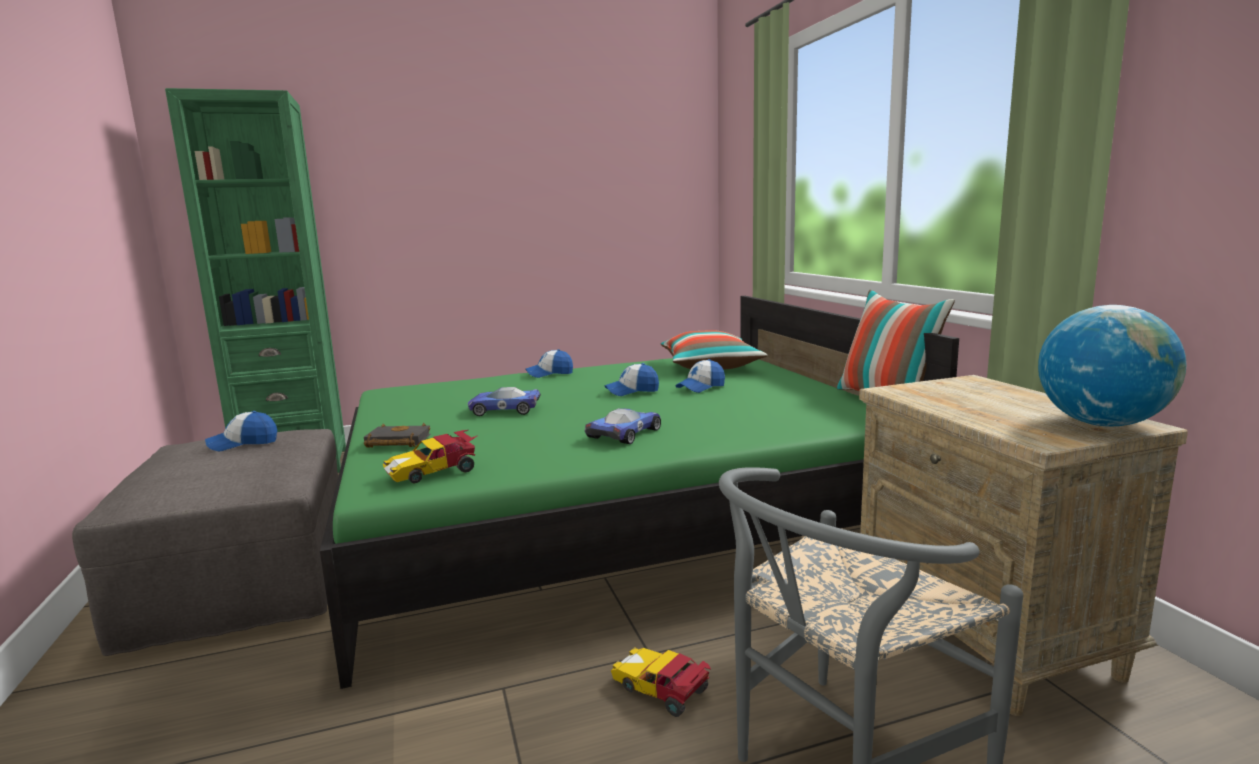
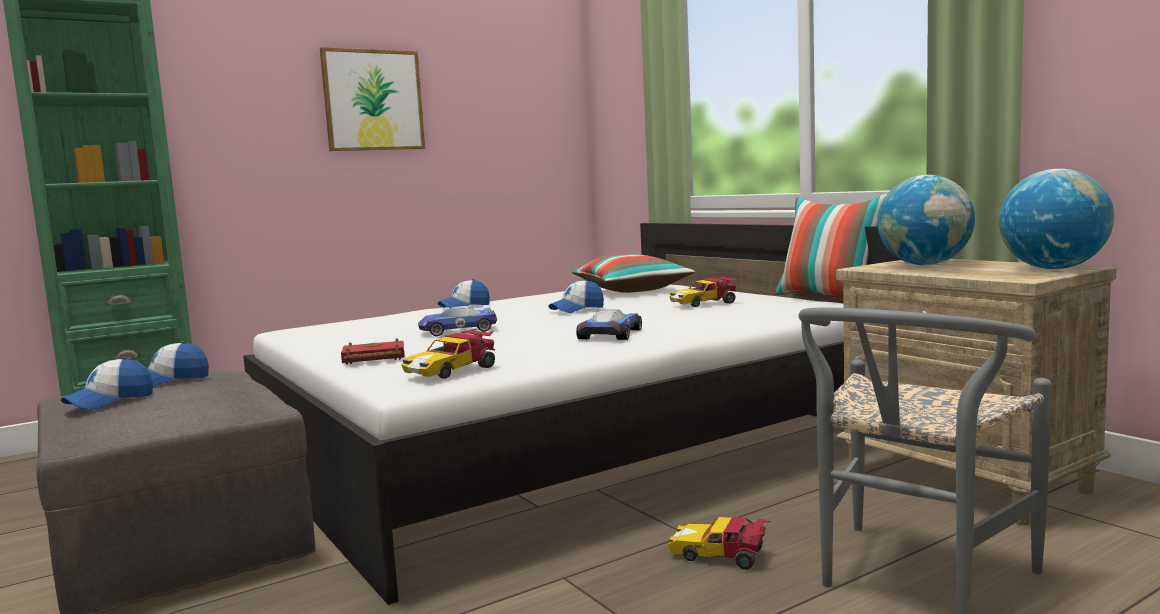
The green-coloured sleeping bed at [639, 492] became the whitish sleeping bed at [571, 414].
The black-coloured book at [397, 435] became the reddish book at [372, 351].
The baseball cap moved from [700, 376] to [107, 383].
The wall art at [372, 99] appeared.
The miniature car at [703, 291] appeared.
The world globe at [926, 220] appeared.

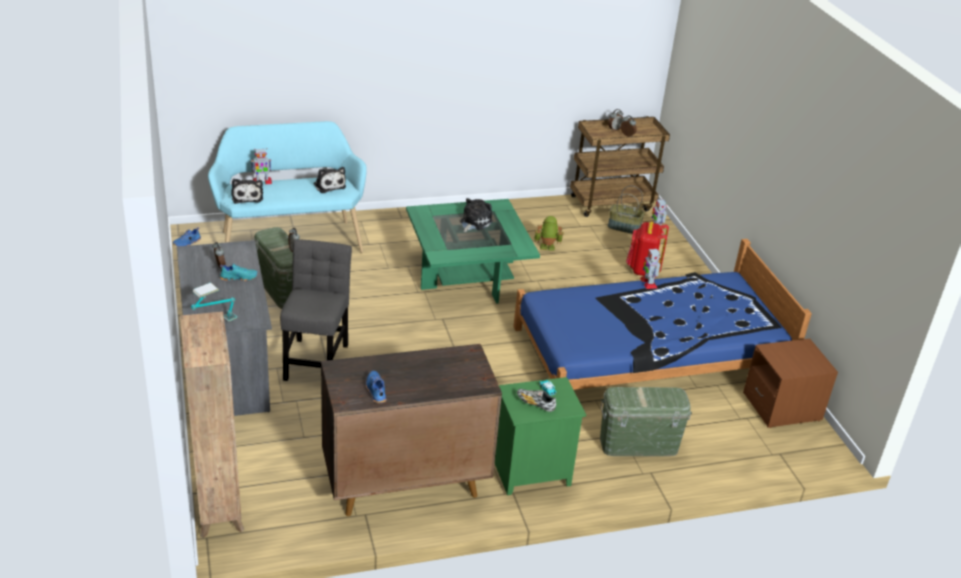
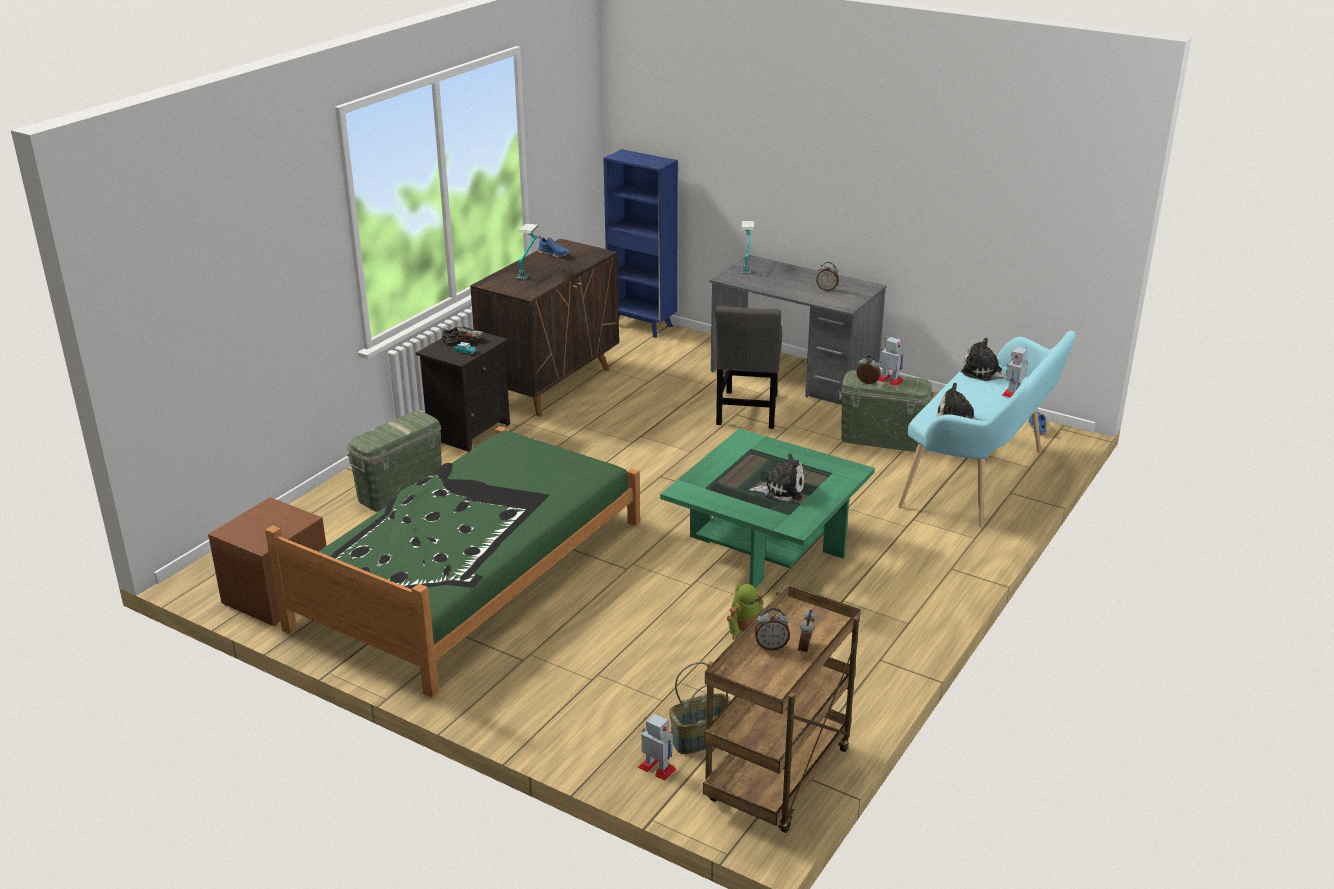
The brown-coloured shelving unit at [212, 425] became the blue-coloured shelving unit at [640, 243].
The turquoise-coloured item of footwear at [239, 272] disappeared.
The gray upright chair at [316, 310] turned 45 degrees clockwise.
The plush toy at [476, 215] turned 75 degrees counterclockwise.
The green-coloured night table at [540, 436] became the black-coloured night table at [463, 389].
The blue-coloured sleeping bed at [662, 314] became the green-coloured sleeping bed at [452, 562].
The reddish knapsack at [647, 249] disappeared.
The model robot moved from [650, 268] to [890, 361].
The lamp for a table at [527, 251] appeared.

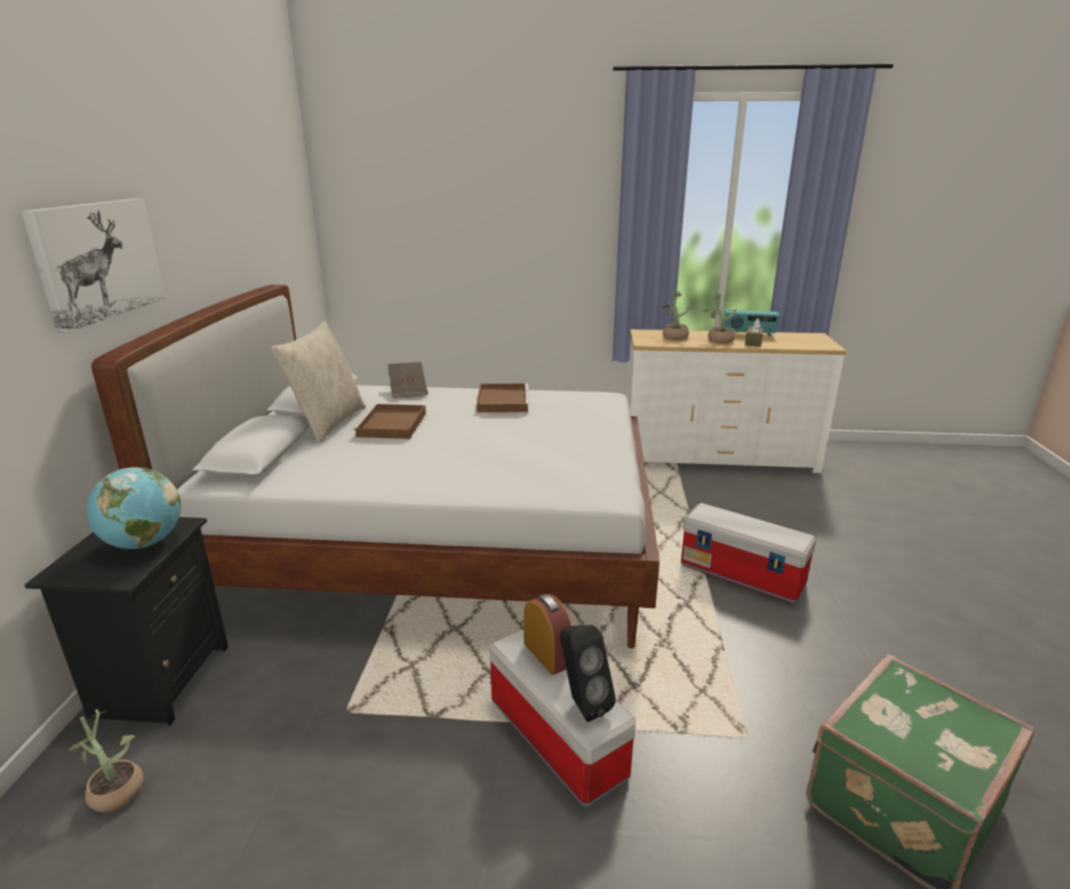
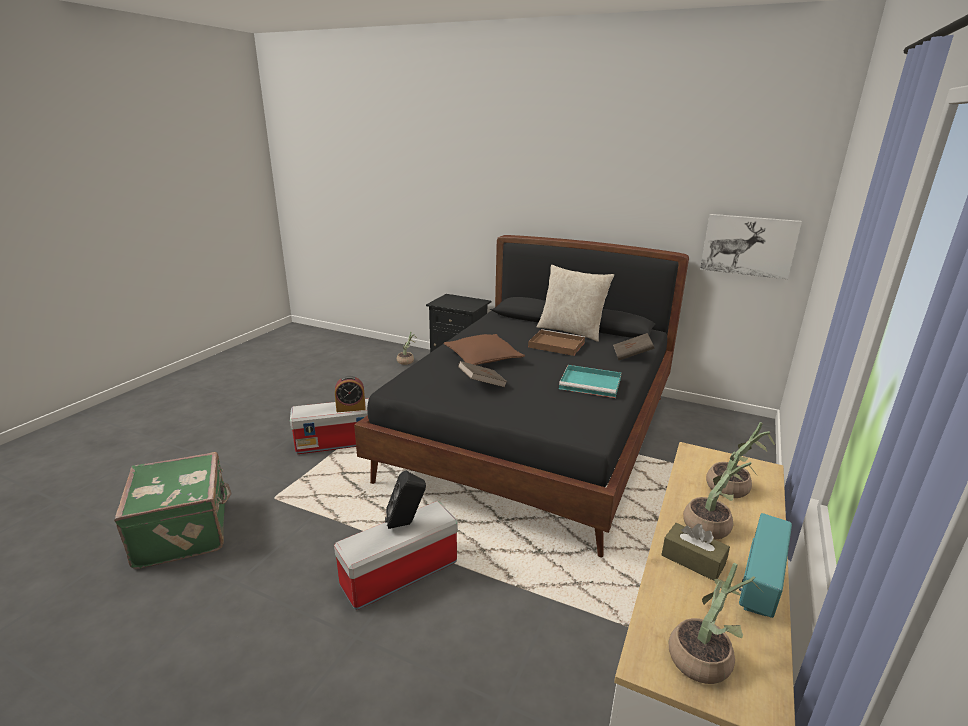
The wall art moved from [93, 265] to [751, 246].
The world globe at [133, 508] disappeared.
The whitish sleeping bed at [376, 466] became the black-coloured sleeping bed at [521, 396].
The brown-coloured carrying tray at [503, 398] became the turquoise-coloured carrying tray at [590, 381].
The black-coloured speaker moved from [588, 673] to [405, 500].
The brown-coloured pillow at [484, 349] appeared.
The brown-coloured book at [482, 374] appeared.
The houseplant at [717, 623] appeared.

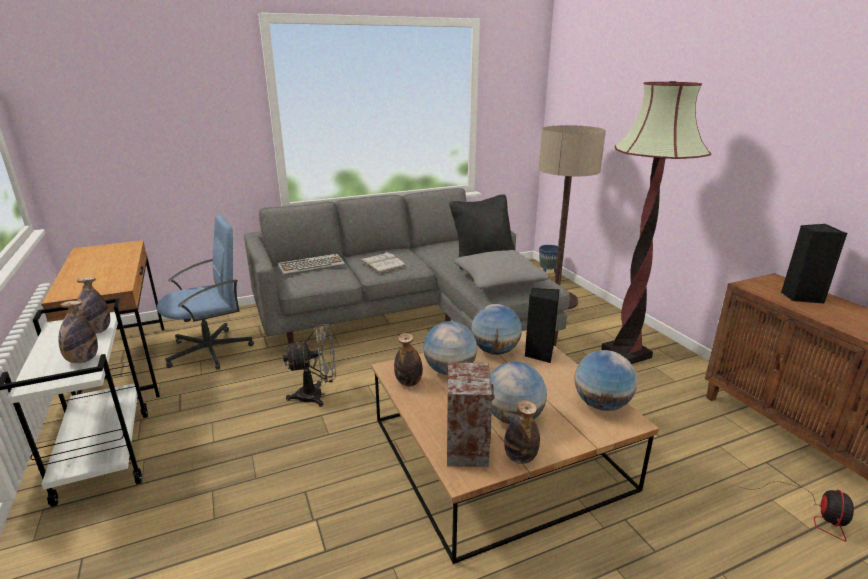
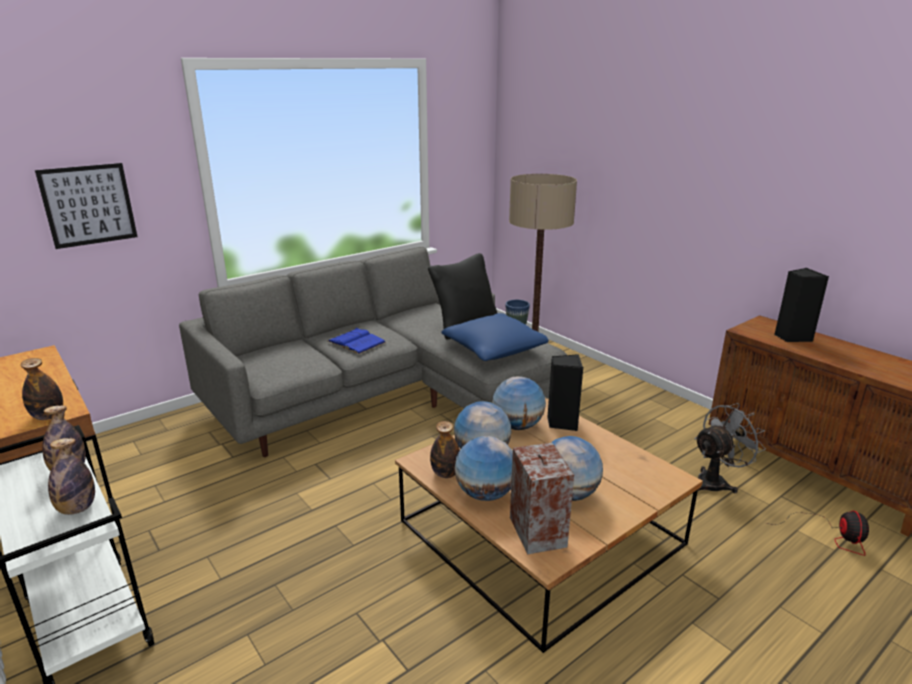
The blue-coloured office chair at [205, 292] disappeared.
The computer keyboard at [311, 265] disappeared.
The gray electric fan moved from [309, 365] to [730, 448].
The whitish book at [382, 262] became the blue-coloured book at [357, 340].
The gray pillow at [501, 269] became the blue-coloured pillow at [495, 337].
The drink bottle moved from [522, 432] to [42, 389].
The world globe moved from [605, 380] to [483, 468].
The standing lamp at [656, 222] disappeared.
The wall art at [86, 206] appeared.

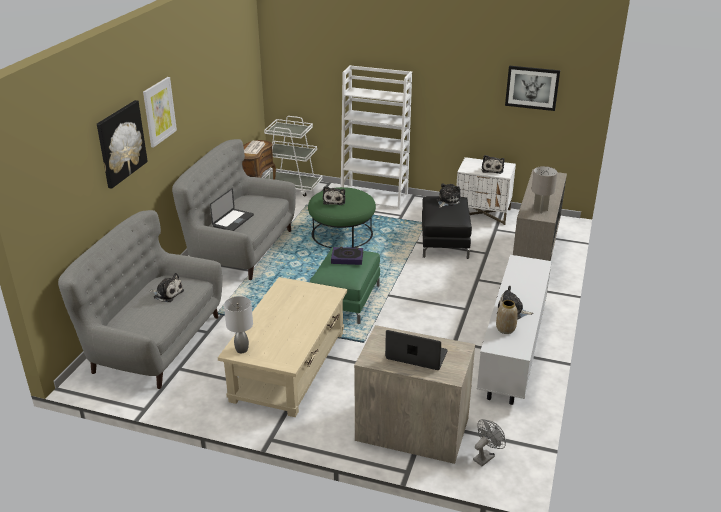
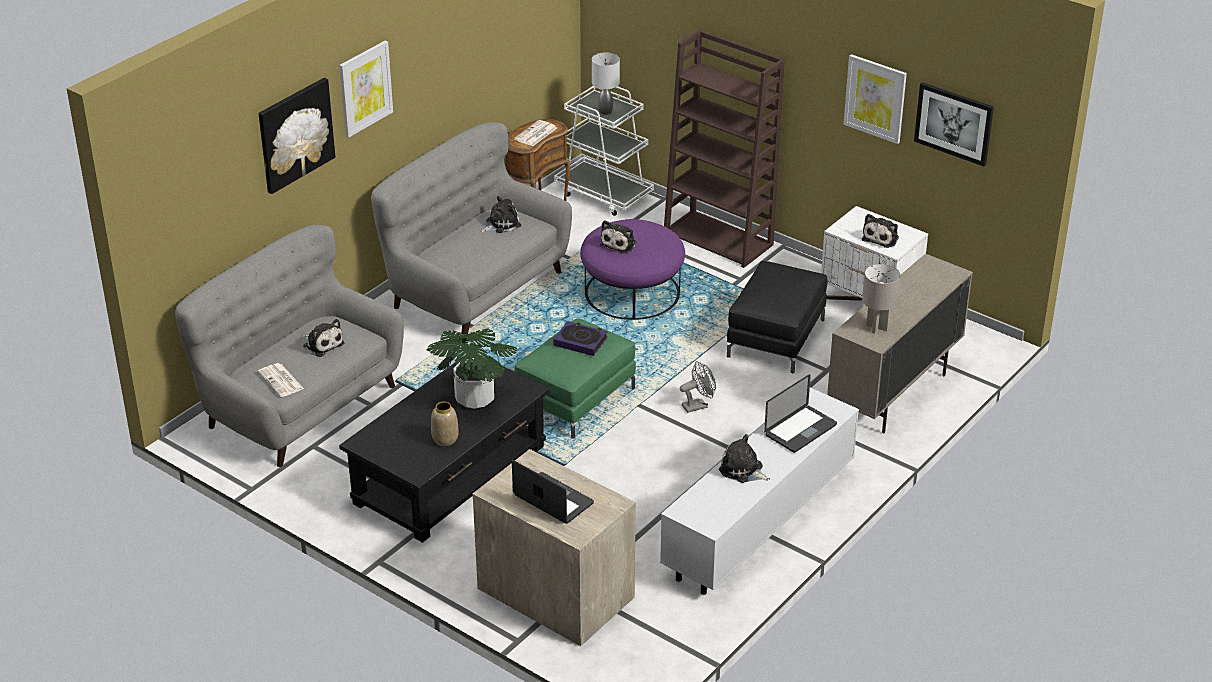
The laptop moved from [232, 209] to [800, 413].
The sand-coloured coffee table at [282, 347] became the black-coloured coffee table at [444, 448].
The gray lamp for a table moved from [238, 324] to [606, 83].
The green-coloured ottoman at [342, 217] became the purple-coloured ottoman at [632, 269].
The whitish shelving unit at [376, 137] became the brown-coloured shelving unit at [724, 149].
The plush toy moved from [449, 195] to [501, 214].
The gray electric fan moved from [489, 442] to [698, 387].
The flower vase moved from [507, 317] to [444, 424].
The printed paper at [281, 380] appeared.
The houseplant at [472, 368] appeared.
The wall art at [875, 99] appeared.

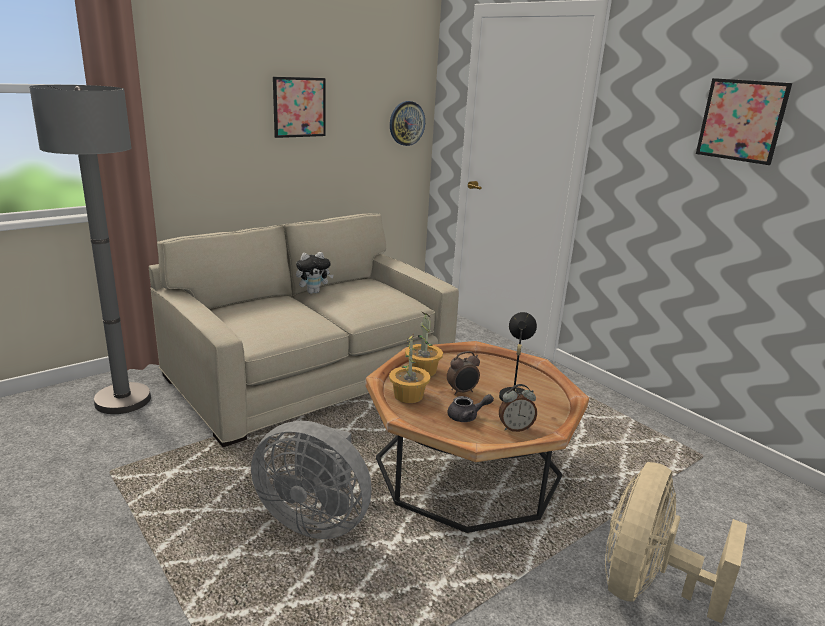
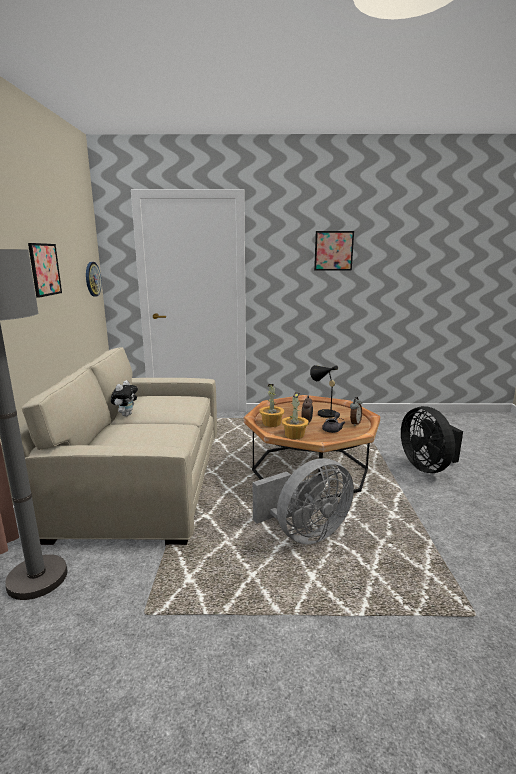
The sand-coloured electric fan at [676, 542] became the black-coloured electric fan at [432, 439].

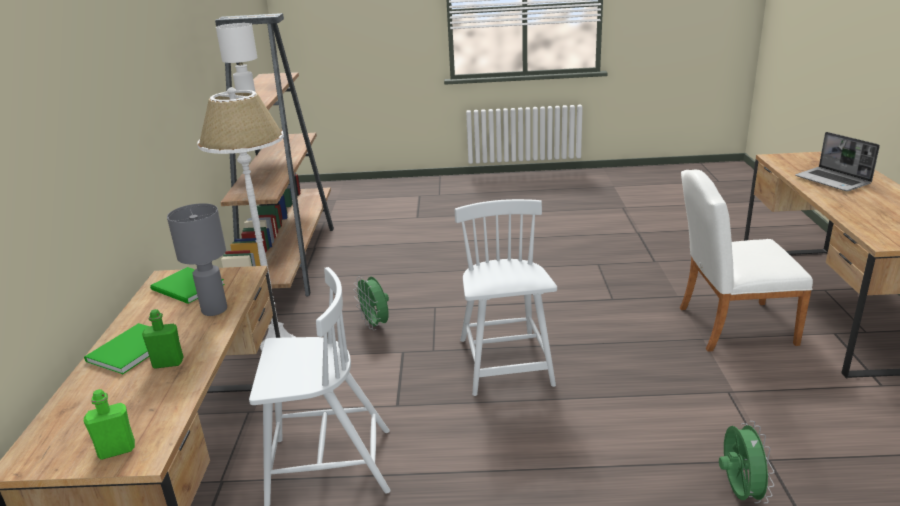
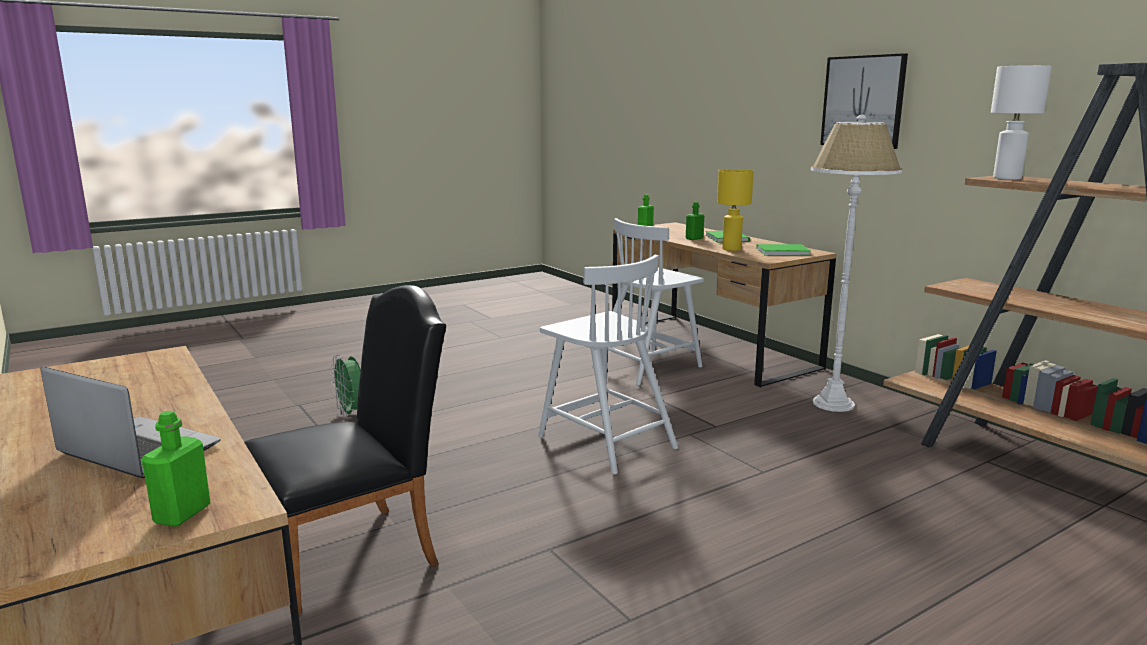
The gray lamp for a table at [197, 259] became the yellow-coloured lamp for a table at [735, 210].
The green-coloured electric fan at [371, 303] disappeared.
The whitish upright chair at [746, 261] became the black-coloured upright chair at [345, 450].
The green-coloured drink bottle at [176, 469] appeared.
The wall art at [864, 101] appeared.

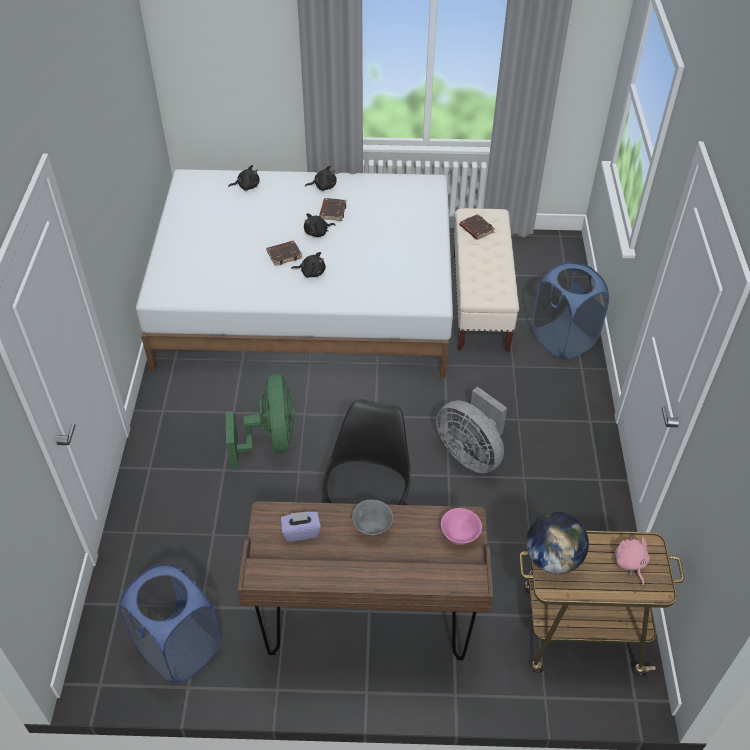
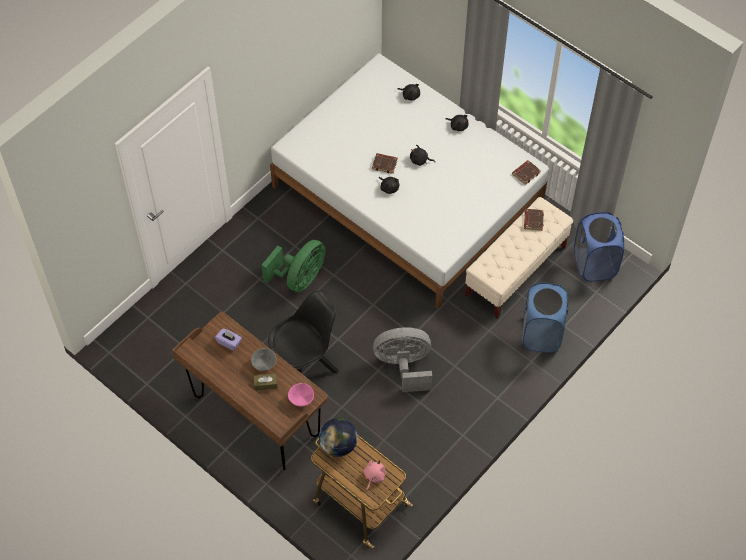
The blue-coloured hamper moved from [169, 624] to [599, 247].
The brown-coloured book moved from [333, 209] to [526, 172].
The gray electric fan at [471, 430] turned 90 degrees clockwise.
The brown-coloured box of tissues at [266, 382] appeared.

